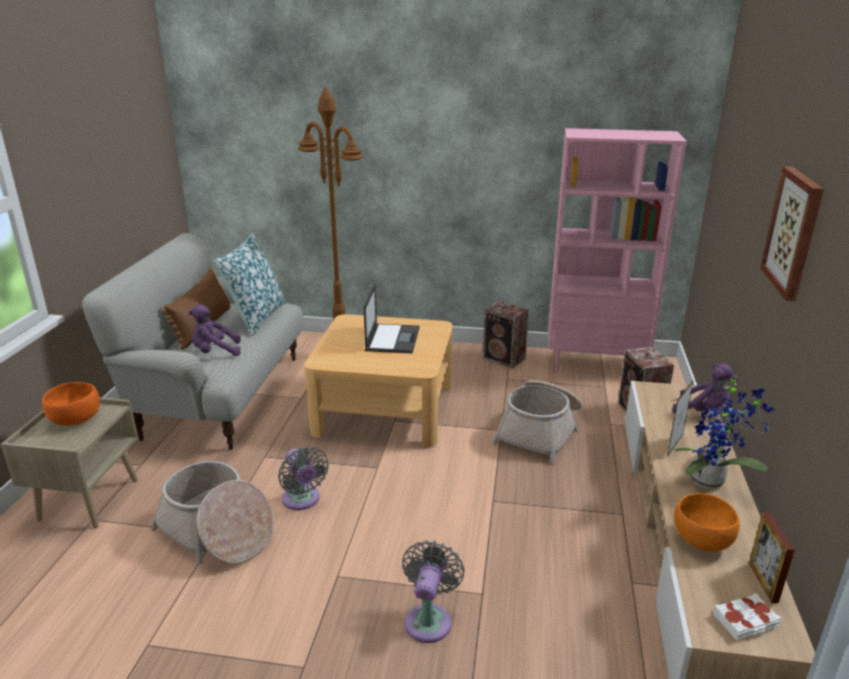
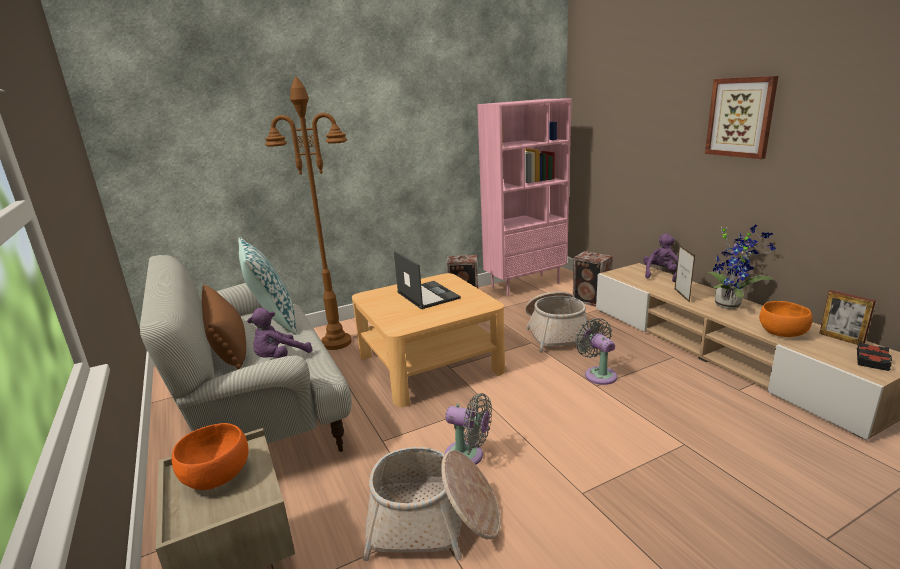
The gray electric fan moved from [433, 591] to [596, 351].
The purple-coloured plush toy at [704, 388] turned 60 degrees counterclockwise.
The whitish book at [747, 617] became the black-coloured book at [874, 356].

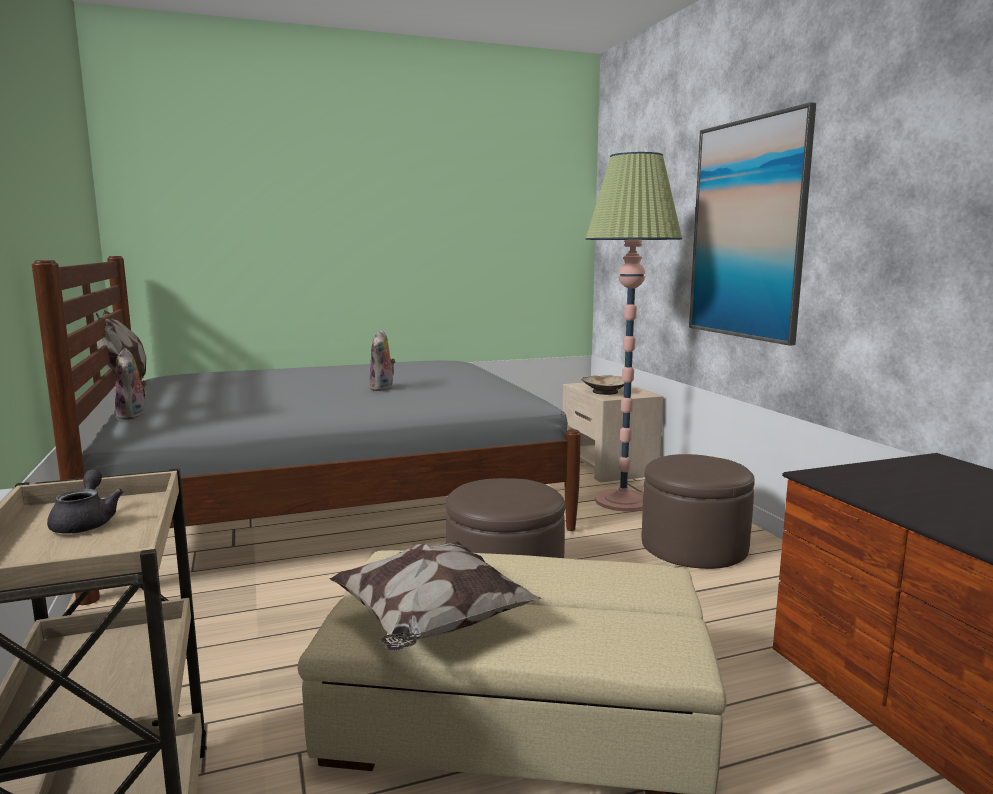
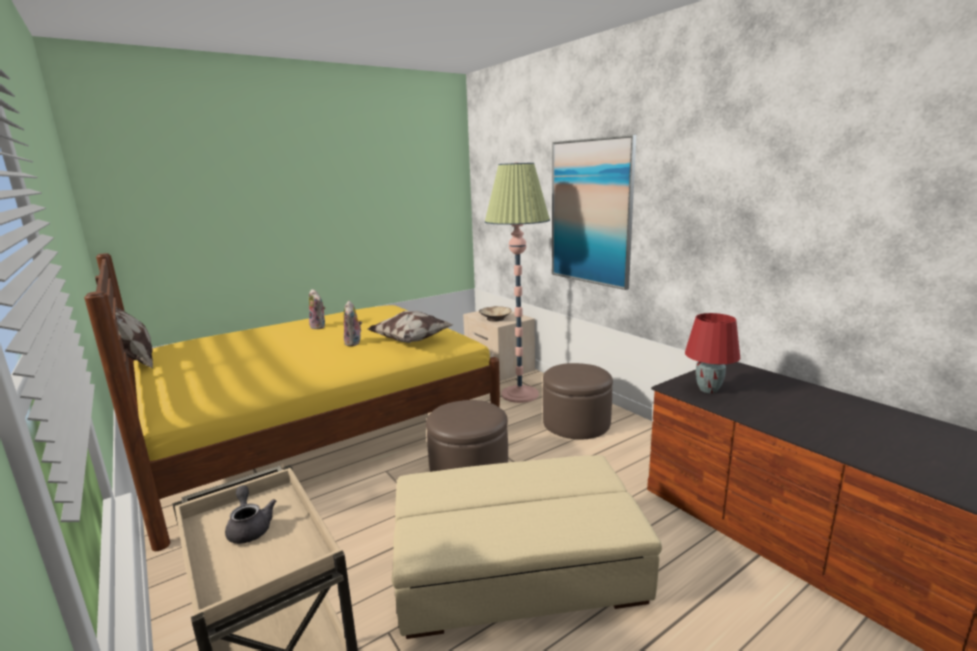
The gray sleeping bed at [306, 430] became the yellow-coloured sleeping bed at [292, 402].
The plush toy moved from [131, 384] to [317, 309].
The pillow moved from [436, 596] to [411, 327].
The reddish lamp for a table at [712, 353] appeared.

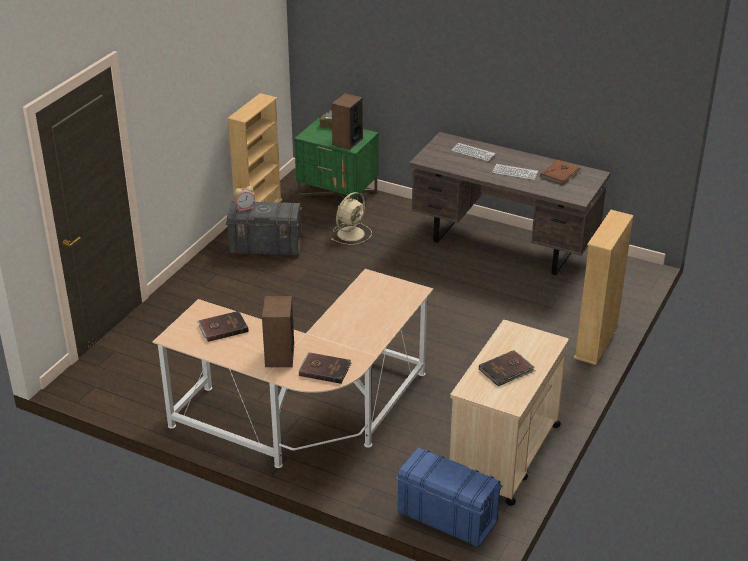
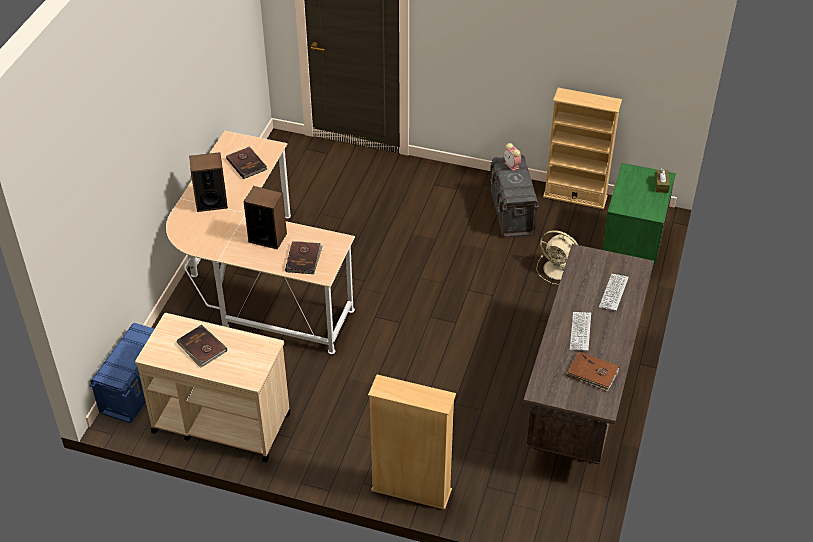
The brown-coloured book moved from [325, 368] to [304, 257].
The speaker moved from [347, 121] to [265, 217].

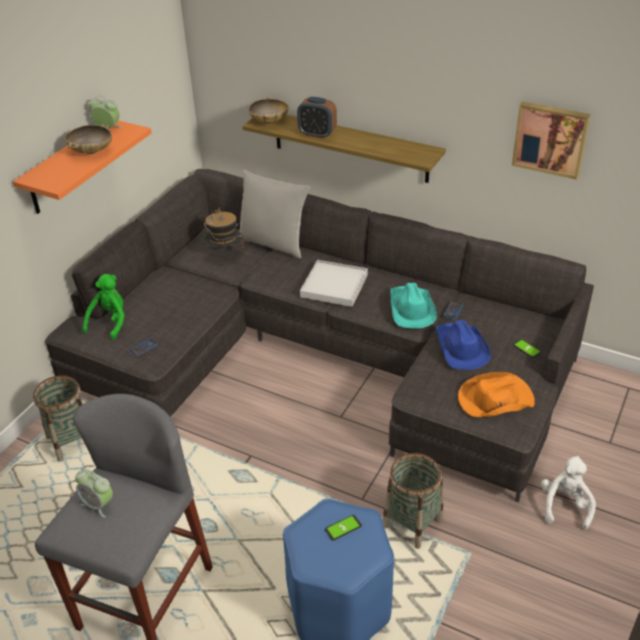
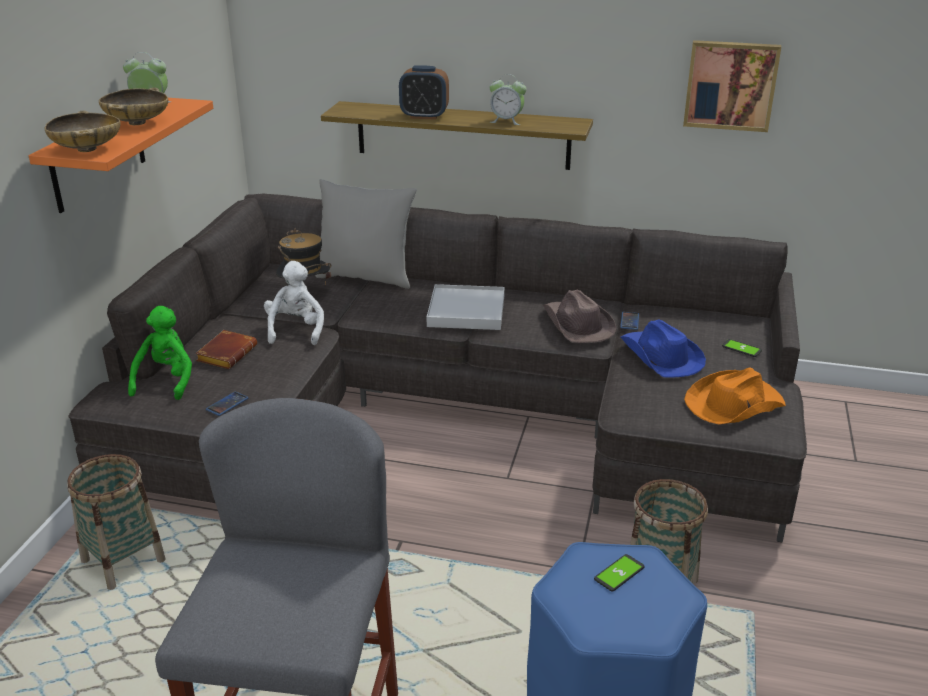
The alarm clock moved from [94, 493] to [508, 99].
The sand-coloured bowl moved from [268, 110] to [83, 131].
The turquoise-coloured hat at [413, 306] became the brown-coloured hat at [579, 316].
The whitish plush toy moved from [568, 493] to [294, 303].
The brown-coloured book at [226, 349] appeared.

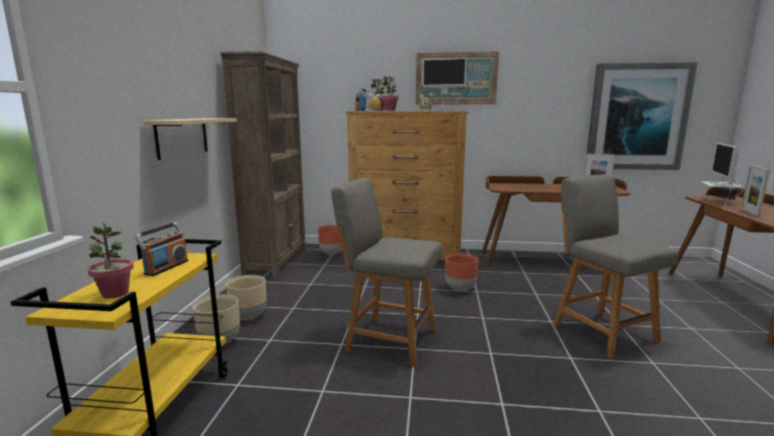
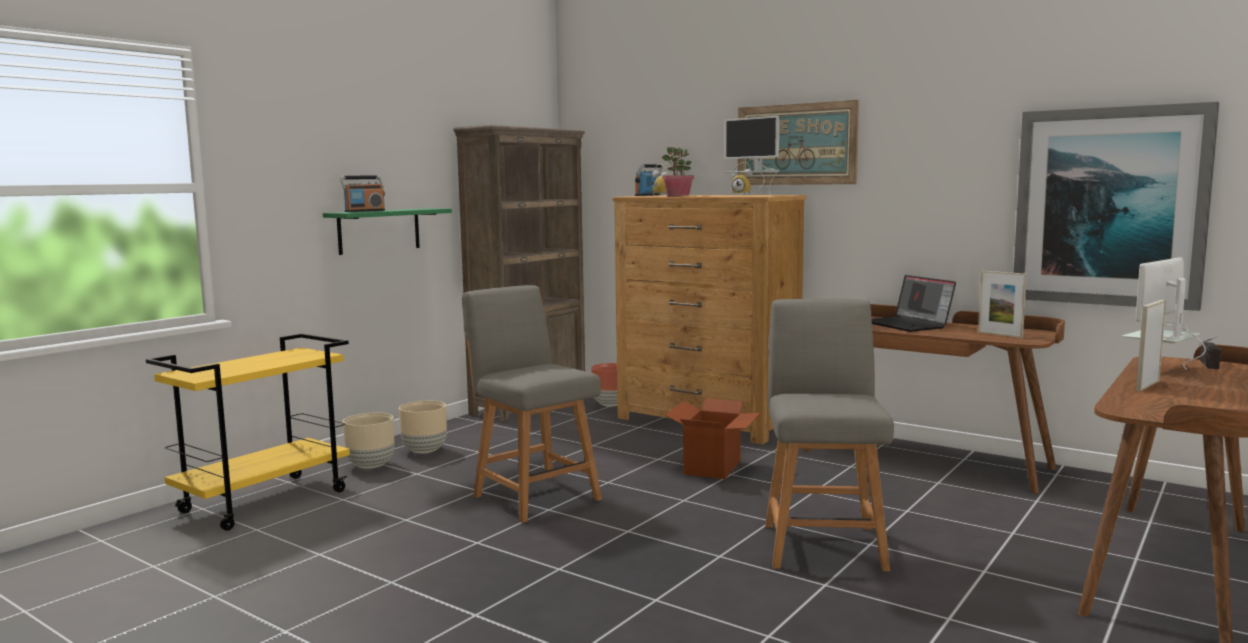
The houseplant at [111, 261] disappeared.
The radio set moved from [161, 249] to [362, 194].
The sand-coloured bracket shelf at [190, 139] became the green-coloured bracket shelf at [387, 231].
The brown-coloured flower pot at [461, 272] was replaced by the cardboard box at [712, 438].
The laptop at [914, 303] appeared.

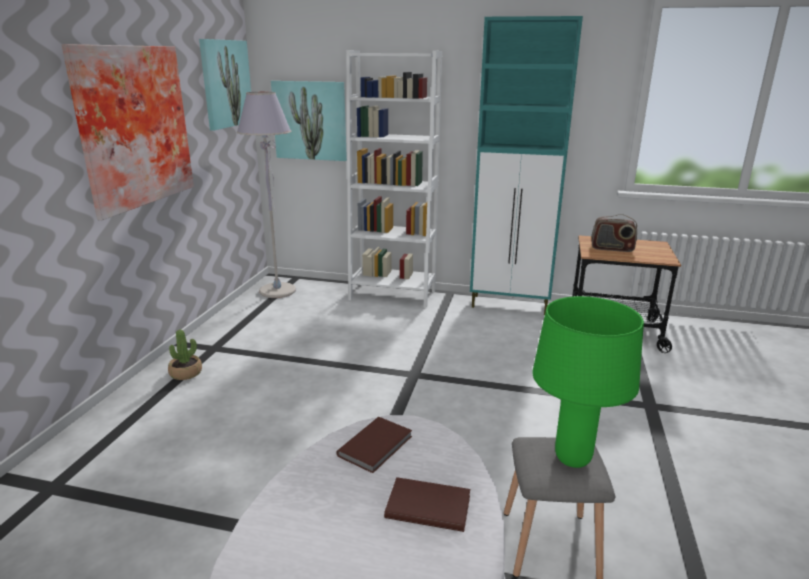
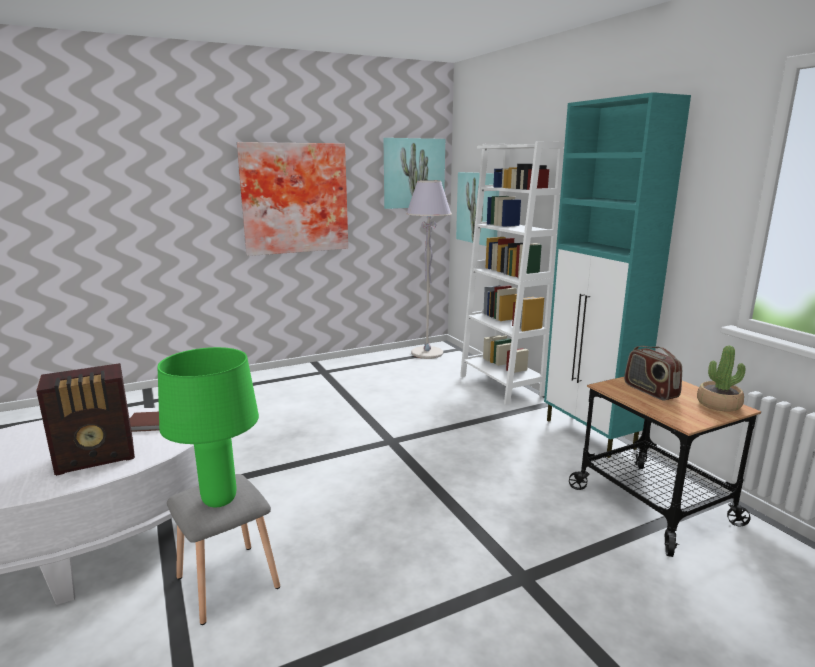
The houseplant moved from [185, 354] to [721, 378].
The brown-coloured book at [427, 504] was replaced by the radio set at [85, 419].

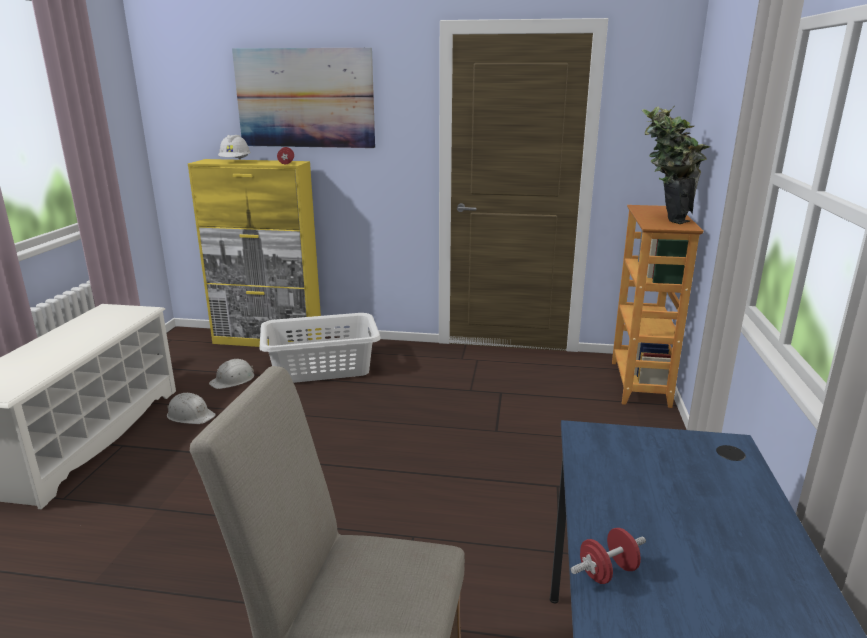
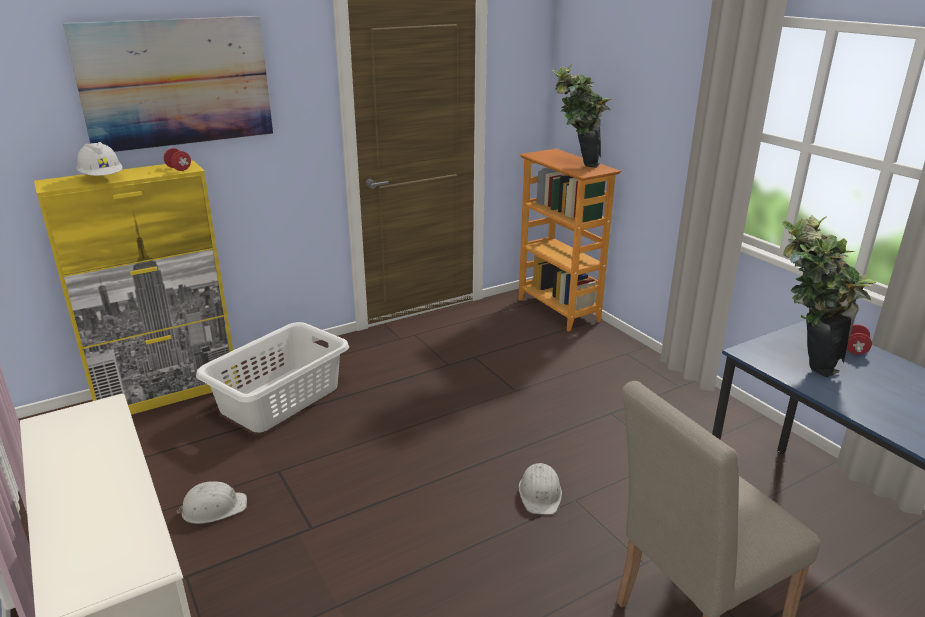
The whitish hard hat moved from [231, 374] to [540, 489].
The reddish dumbbell moved from [608, 556] to [859, 339].
The houseplant at [829, 296] appeared.

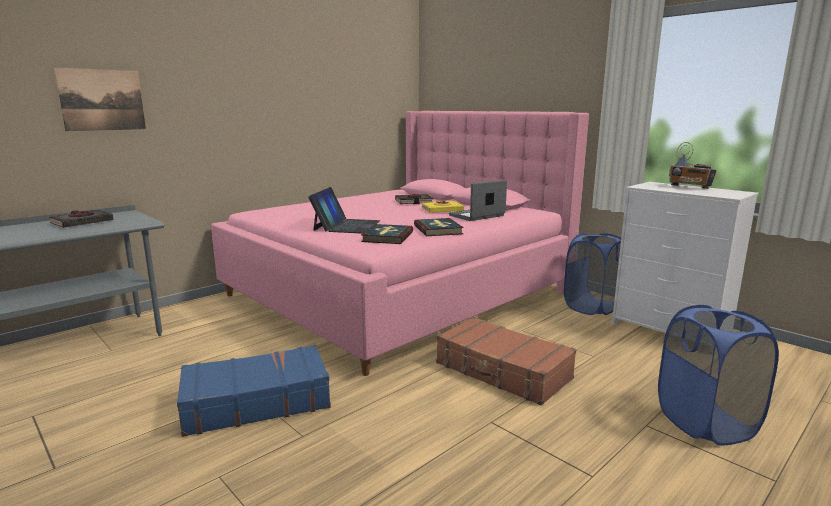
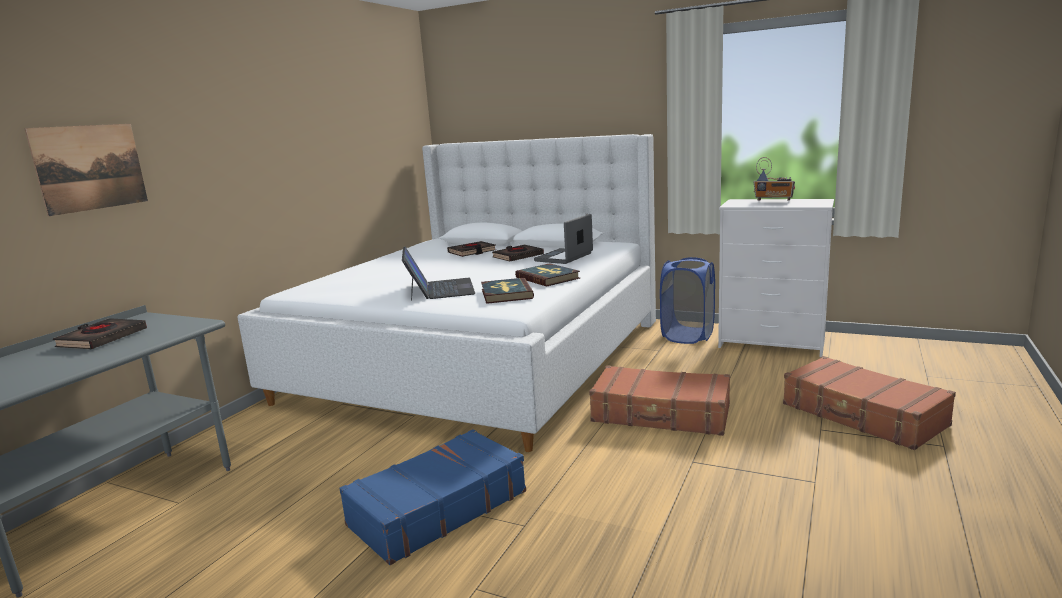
The pinkish sleeping bed at [400, 243] became the whitish sleeping bed at [446, 293].
The yellow-coloured book at [442, 206] became the black-coloured book at [518, 253].
The blue-coloured hamper at [718, 375] was replaced by the brown-coloured suitcase at [869, 403].

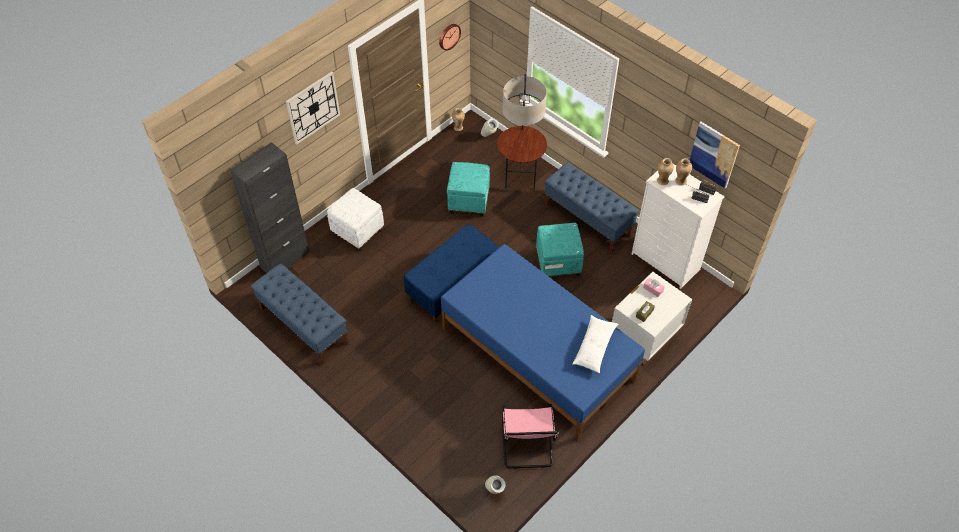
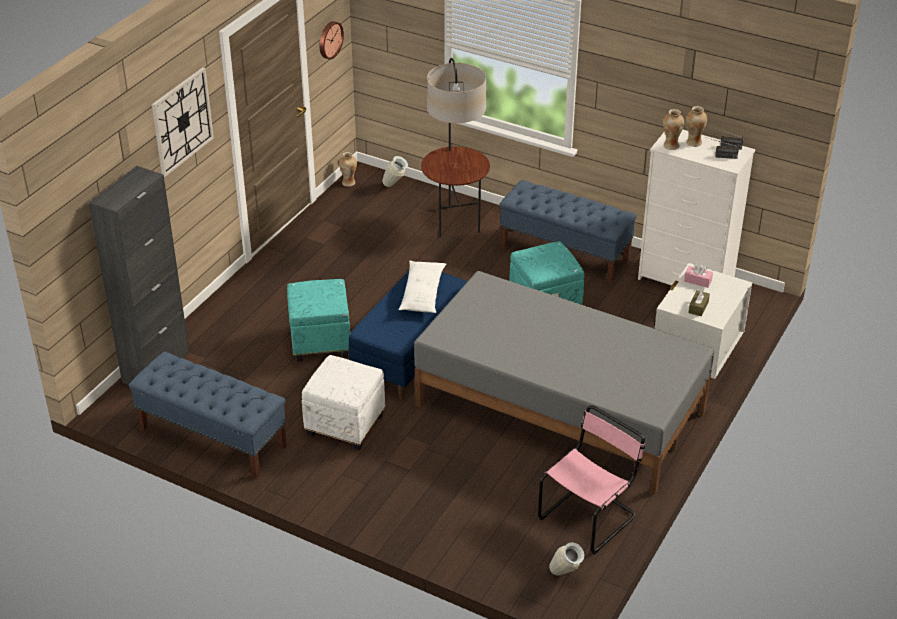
The whitish ottoman moved from [355, 219] to [343, 403].
The blue-coloured sleeping bed at [543, 342] became the gray sleeping bed at [564, 383].
The turquoise-coloured ottoman moved from [468, 189] to [318, 320].
The pinkish upright chair at [530, 436] turned 120 degrees counterclockwise.
The whitish pillow moved from [595, 344] to [422, 287].
The wall art at [715, 155] disappeared.

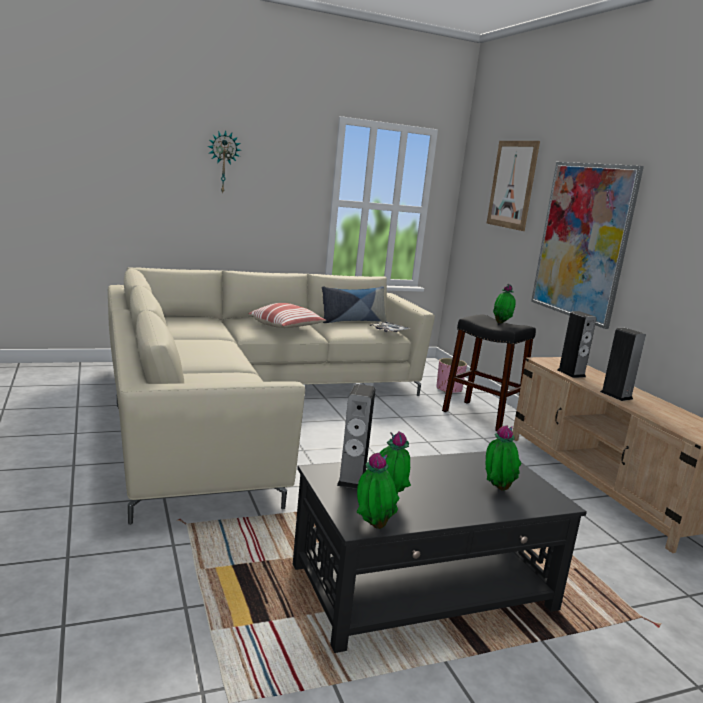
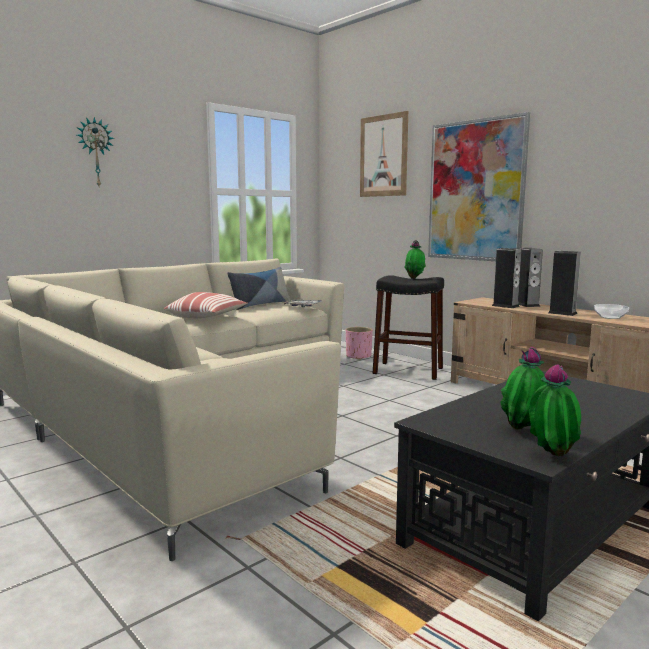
The speaker moved from [356, 436] to [530, 277].
The houseplant at [503, 458] disappeared.
The bowl at [611, 311] appeared.

